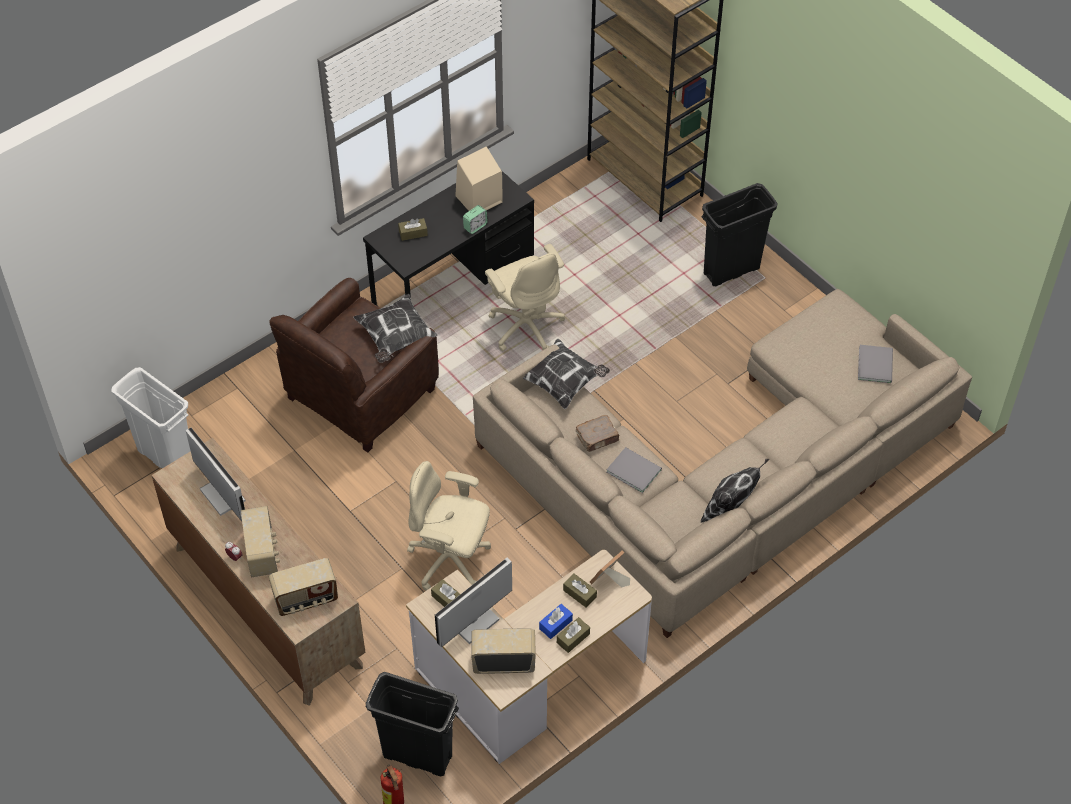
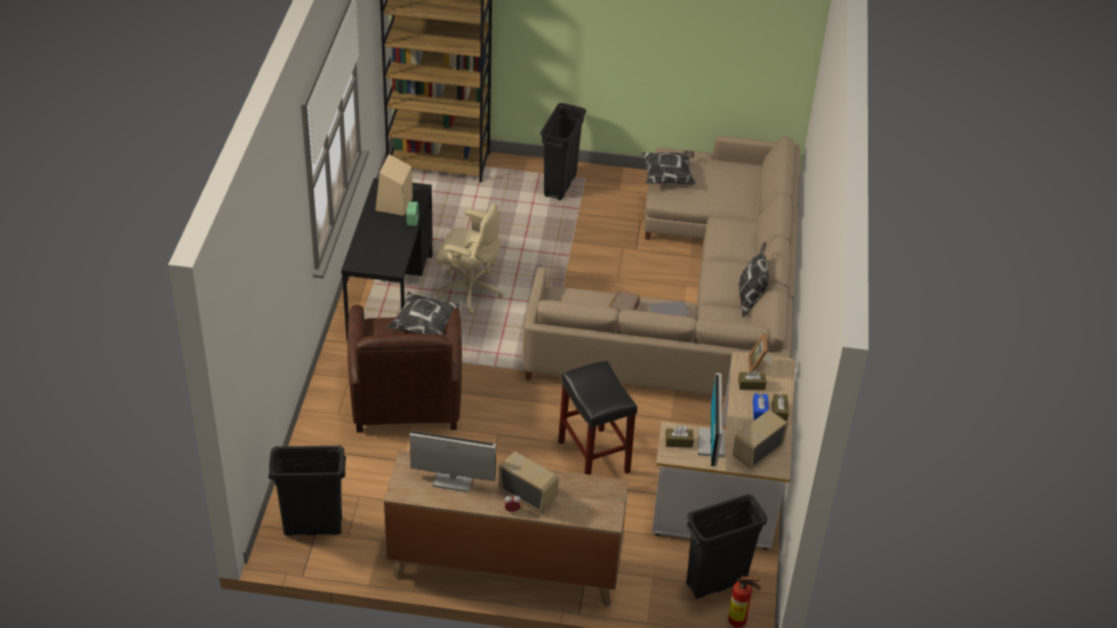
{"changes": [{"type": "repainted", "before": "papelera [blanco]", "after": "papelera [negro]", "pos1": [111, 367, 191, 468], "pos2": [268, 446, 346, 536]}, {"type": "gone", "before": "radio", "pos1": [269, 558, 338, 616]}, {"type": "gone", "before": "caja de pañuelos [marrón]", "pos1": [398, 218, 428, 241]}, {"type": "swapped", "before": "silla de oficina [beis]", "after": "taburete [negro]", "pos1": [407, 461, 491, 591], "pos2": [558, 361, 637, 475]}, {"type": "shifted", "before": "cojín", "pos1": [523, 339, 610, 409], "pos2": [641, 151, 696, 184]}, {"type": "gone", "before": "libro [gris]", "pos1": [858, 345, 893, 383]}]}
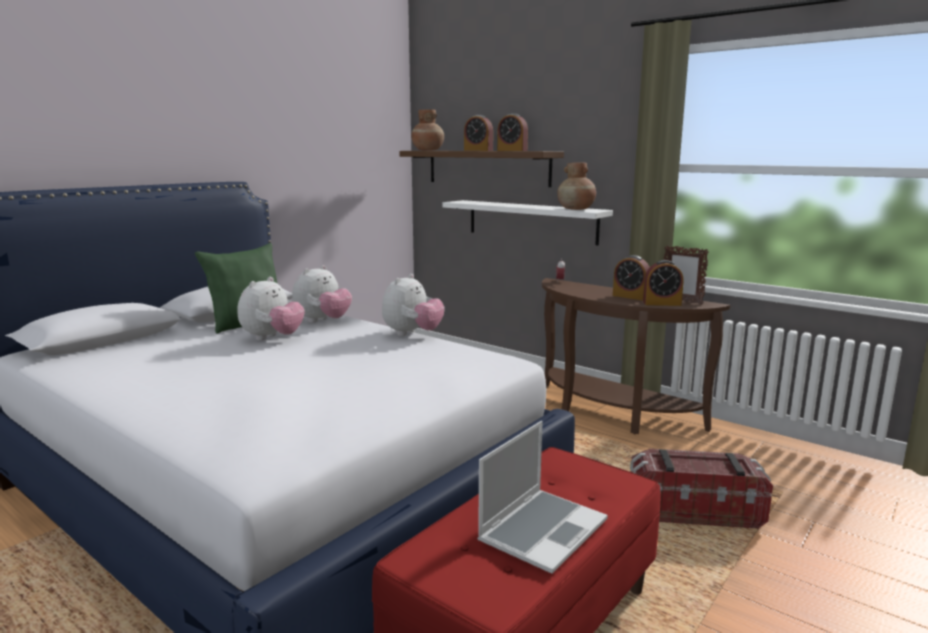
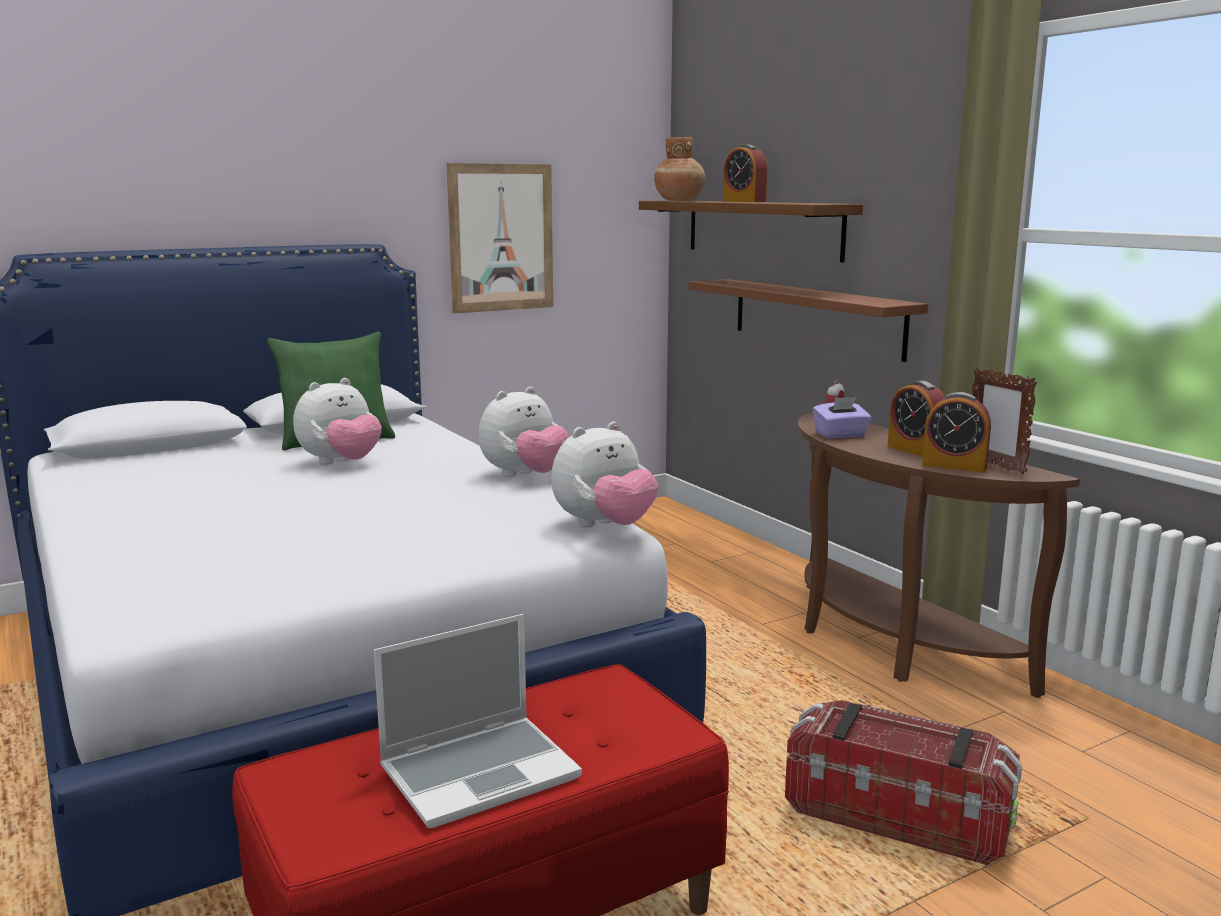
{"changes": [{"type": "shifted", "before": "peluche", "pos1": [292, 265, 352, 323], "pos2": [551, 422, 659, 527]}, {"type": "repainted", "before": "estante [blanco]", "after": "estante [marrón]", "pos1": [442, 200, 613, 246], "pos2": [689, 279, 928, 362]}, {"type": "gone", "before": "despertador", "pos1": [497, 113, 528, 151]}, {"type": "gone", "before": "florero [marrón]", "pos1": [557, 163, 596, 210]}, {"type": "new", "after": "cuadro", "pos2": [447, 163, 553, 314]}, {"type": "new", "after": "caja de pañuelos [morado]", "pos2": [812, 397, 871, 438]}]}
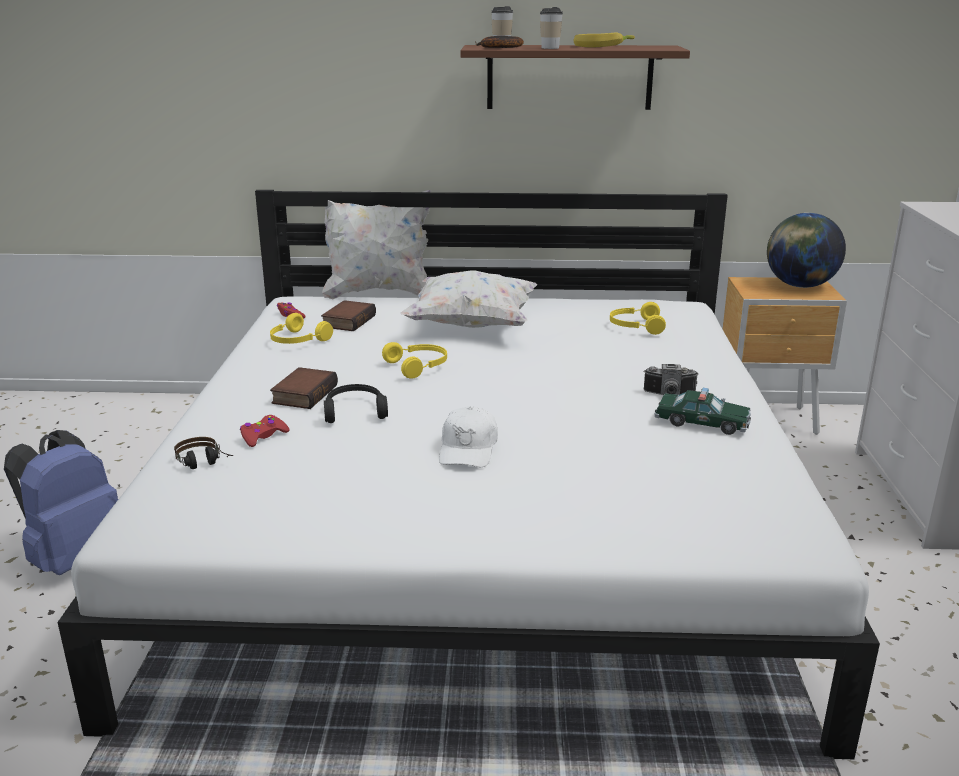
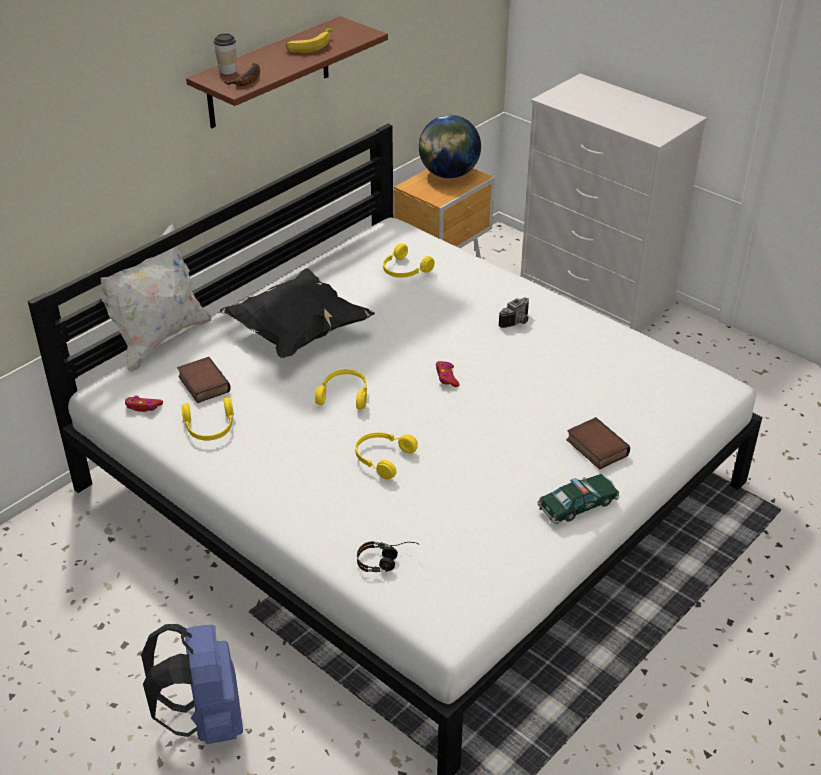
{"changes": [{"type": "shifted", "before": "mando de consola [rojo]", "pos1": [240, 415, 289, 447], "pos2": [436, 361, 460, 387]}, {"type": "shifted", "before": "libro", "pos1": [270, 367, 338, 409], "pos2": [566, 417, 630, 469]}, {"type": "repainted", "before": "auriculares [negro]", "after": "auriculares [amarillo]", "pos1": [324, 384, 388, 423], "pos2": [355, 432, 418, 479]}, {"type": "repainted", "before": "cojín [blanco]", "after": "cojín [negro]", "pos1": [400, 271, 537, 328], "pos2": [220, 268, 375, 358]}, {"type": "gone", "before": "gorra [blanco]", "pos1": [439, 406, 498, 467]}, {"type": "gone", "before": "taza", "pos1": [540, 7, 563, 49]}, {"type": "shifted", "before": "coche de juguete", "pos1": [654, 388, 751, 435], "pos2": [537, 474, 620, 524]}]}
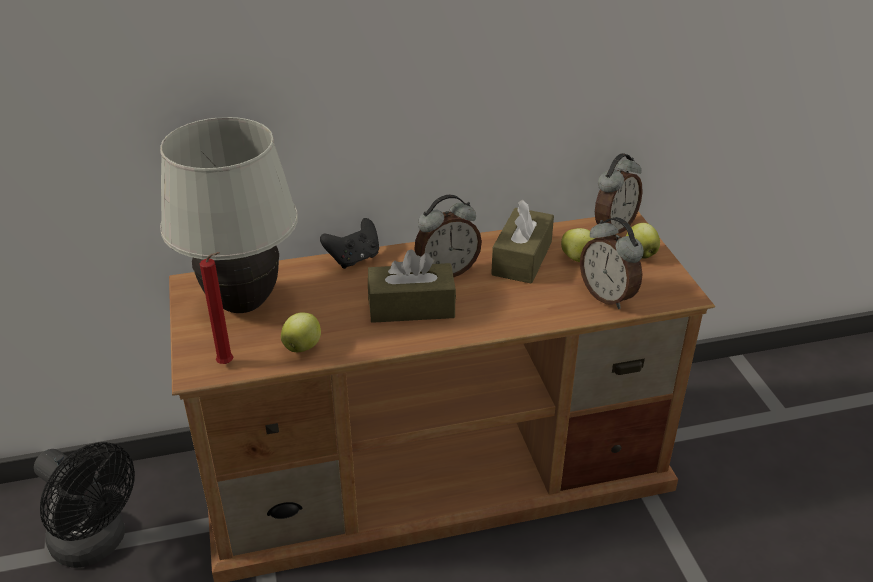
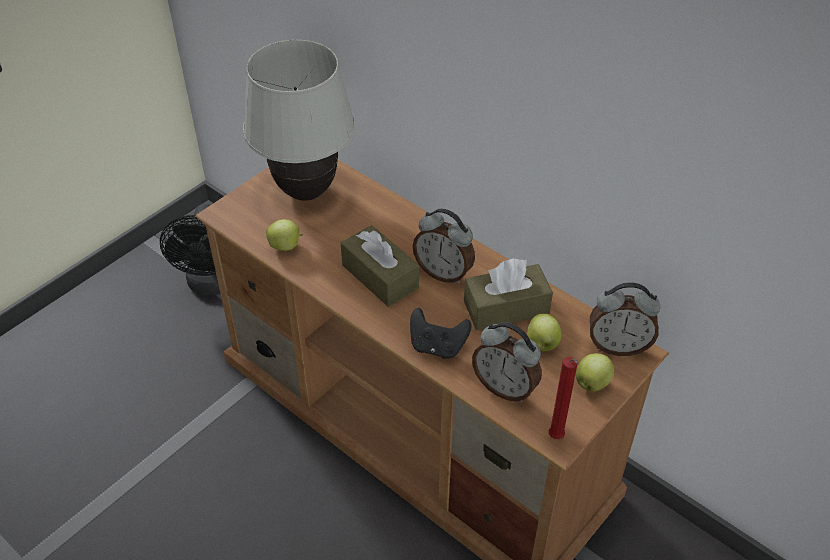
{"changes": [{"type": "shifted", "before": "vela [rojo]", "pos1": [200, 252, 233, 364], "pos2": [549, 357, 579, 439]}, {"type": "shifted", "before": "mando de consola [negro]", "pos1": [320, 218, 379, 269], "pos2": [410, 308, 472, 359]}, {"type": "rotated", "before": "despertador", "pos1": [580, 217, 644, 309], "pos2": [472, 322, 542, 402], "turn": -75}]}
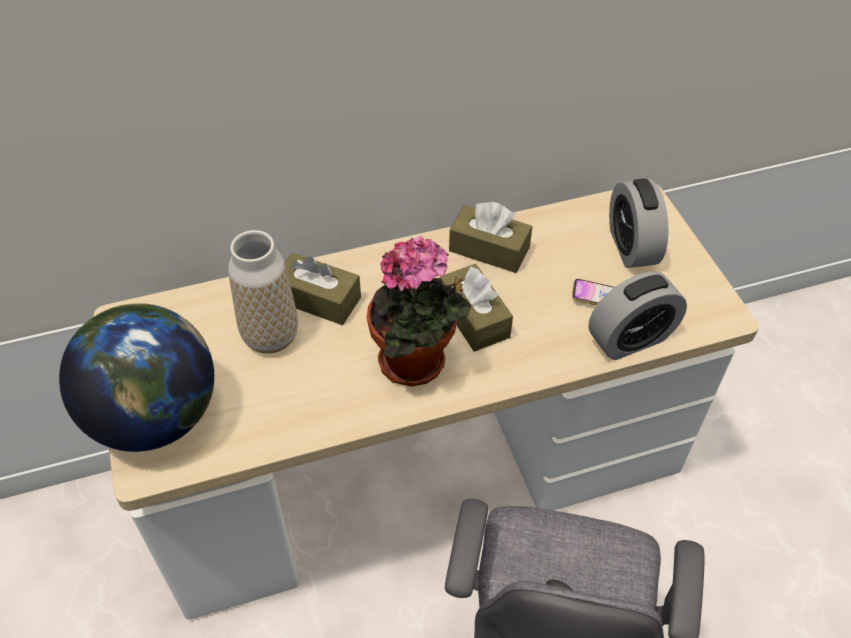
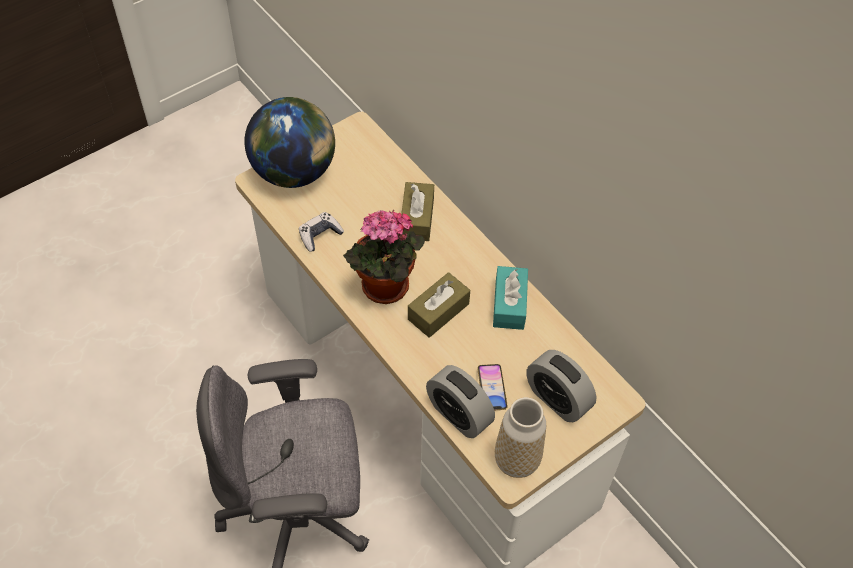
{"changes": [{"type": "shifted", "before": "florero", "pos1": [228, 230, 298, 354], "pos2": [495, 397, 546, 478]}, {"type": "repainted", "before": "caja de pañuelos [marrón]", "after": "caja de pañuelos [turquesa]", "pos1": [449, 202, 532, 273], "pos2": [493, 266, 528, 330]}, {"type": "rotated", "before": "despertador", "pos1": [609, 179, 668, 268], "pos2": [526, 350, 596, 422], "turn": -105}, {"type": "new", "after": "mando de consola", "pos2": [299, 212, 344, 252]}]}
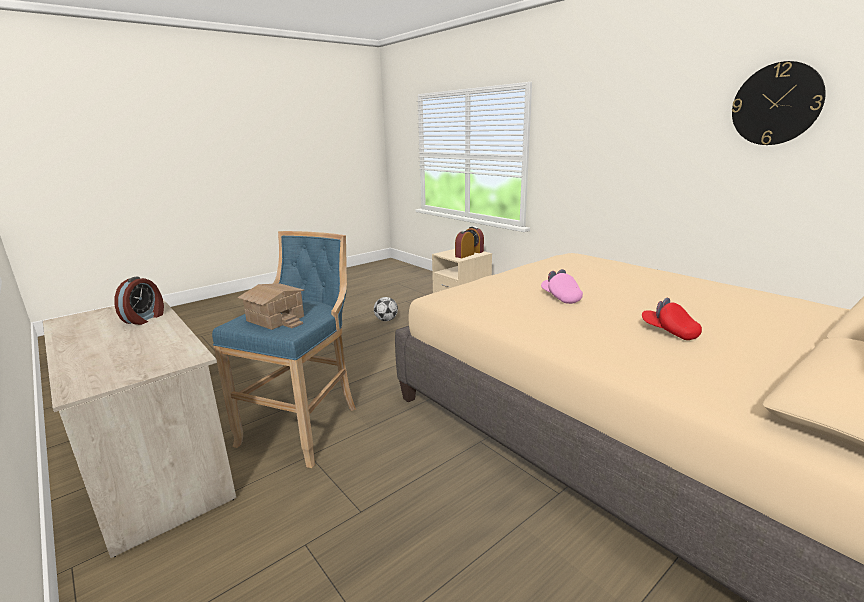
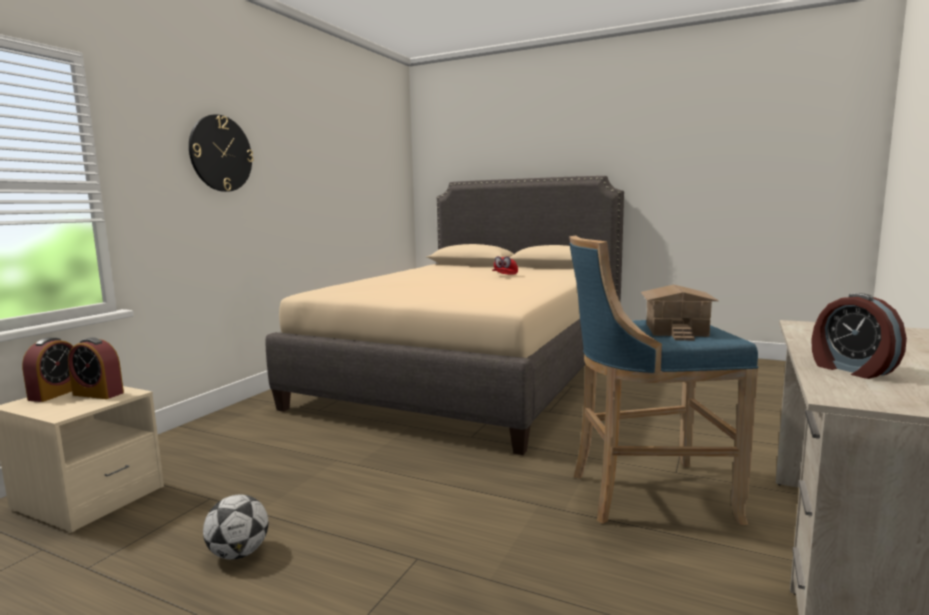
{"changes": [{"type": "rotated", "before": "despertador", "pos1": [114, 277, 164, 325], "pos2": [811, 293, 907, 379], "turn": -105}, {"type": "gone", "before": "gorra [rosa]", "pos1": [541, 269, 583, 304]}, {"type": "shifted", "before": "reloj de pared", "pos1": [732, 61, 826, 145], "pos2": [189, 114, 254, 192]}]}
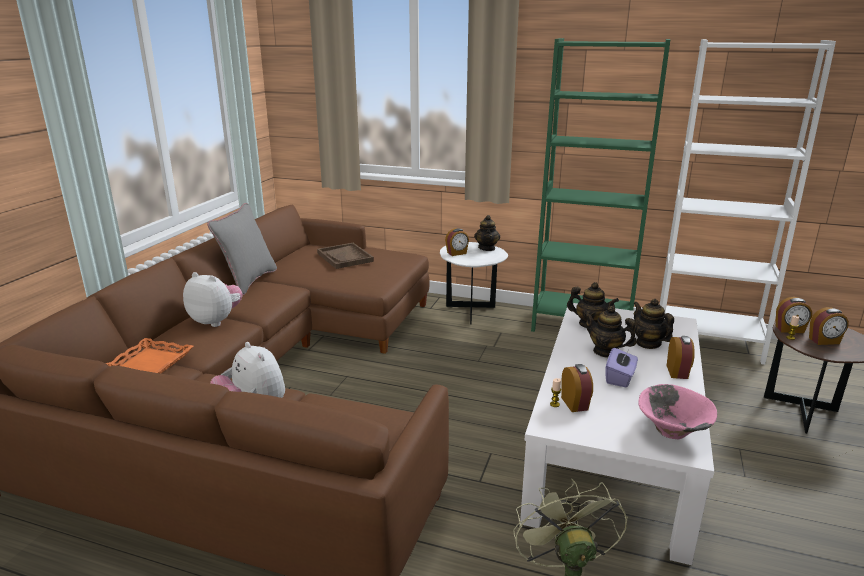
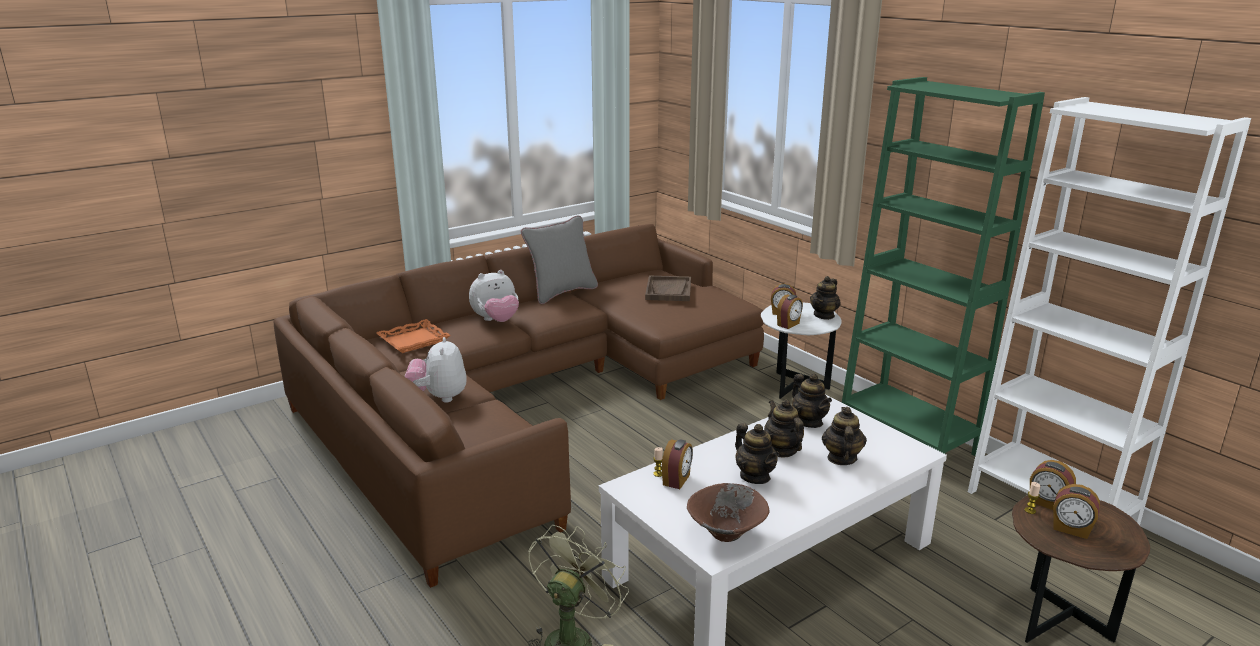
{"changes": [{"type": "rotated", "before": "peluche", "pos1": [183, 272, 243, 327], "pos2": [469, 270, 519, 322], "turn": 90}, {"type": "swapped", "before": "caja de pañuelos [morado]", "after": "tetera", "pos1": [605, 348, 638, 387], "pos2": [735, 423, 779, 484]}, {"type": "repainted", "before": "cuenco [rosa]", "after": "cuenco [marrón]", "pos1": [638, 384, 717, 439], "pos2": [687, 483, 769, 542]}, {"type": "shifted", "before": "despertador", "pos1": [667, 336, 695, 379], "pos2": [777, 295, 803, 329]}]}
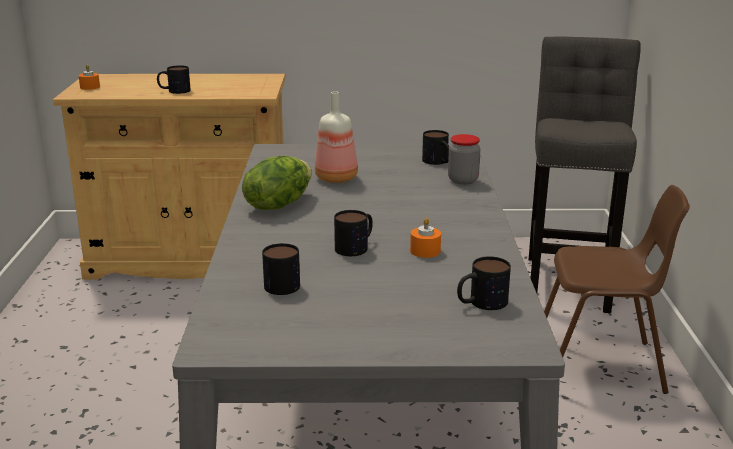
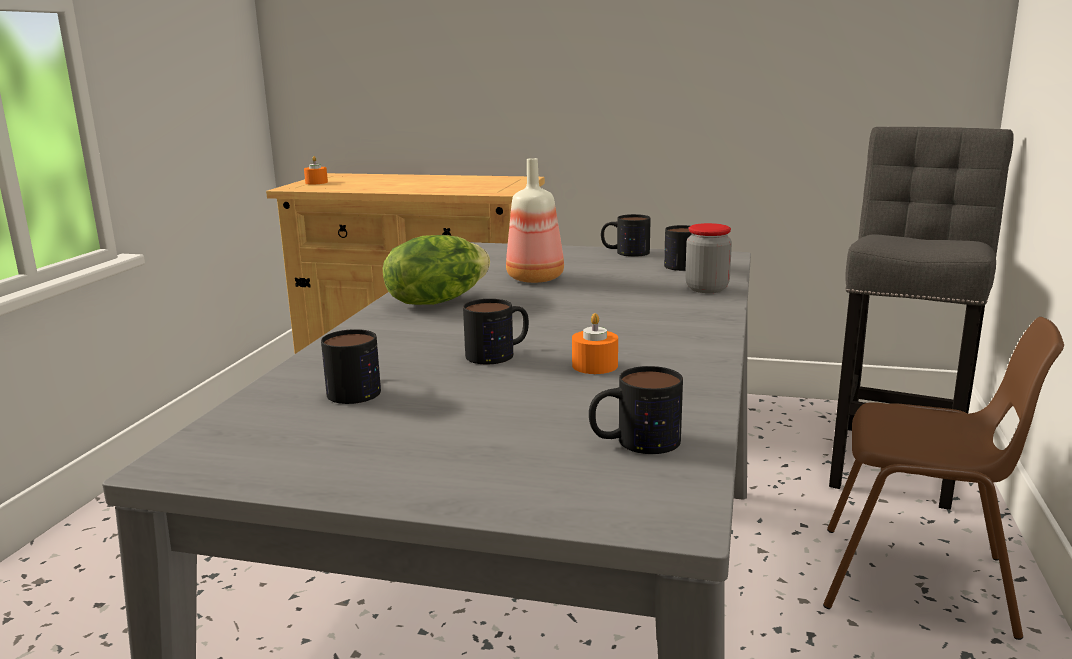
{"changes": [{"type": "shifted", "before": "taza grande", "pos1": [157, 65, 191, 94], "pos2": [601, 214, 651, 257]}]}
